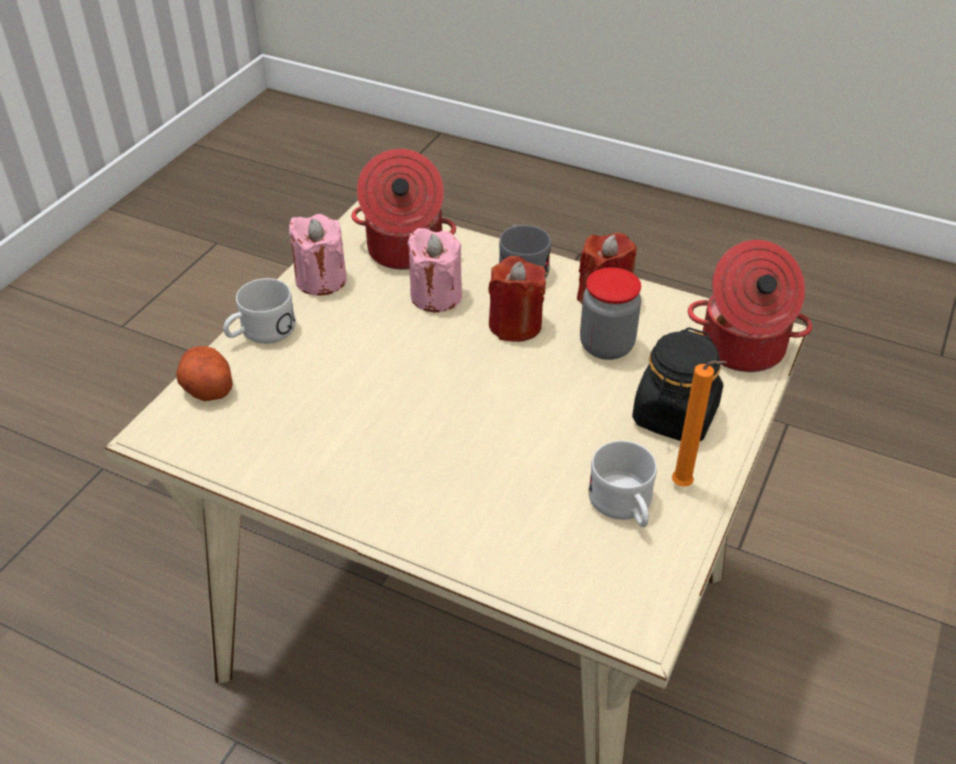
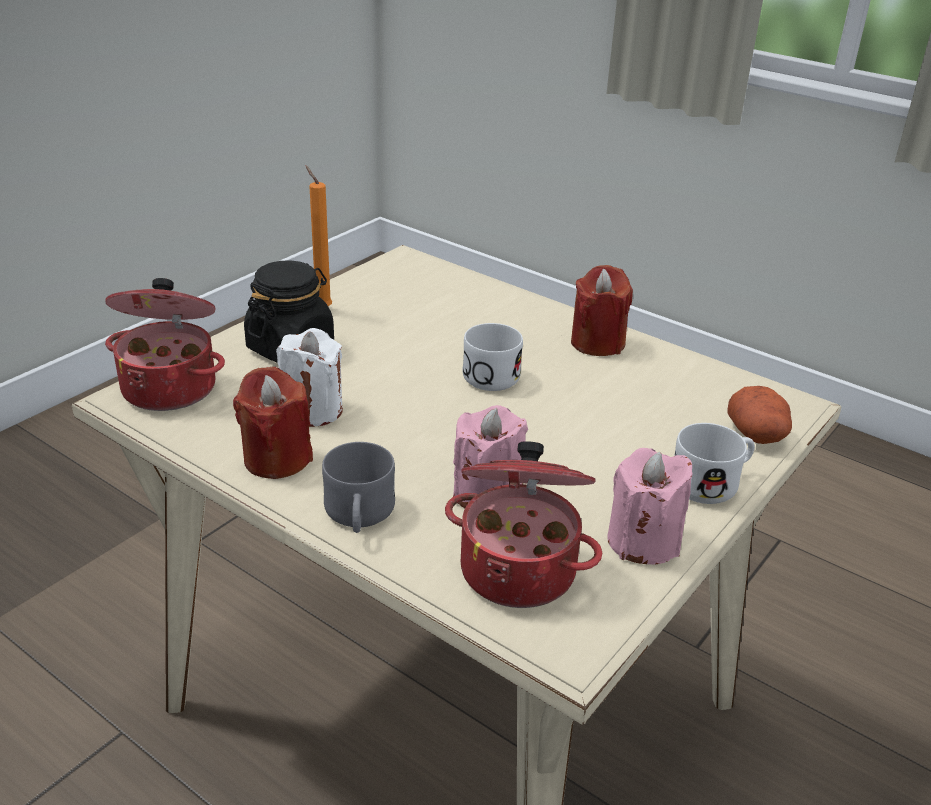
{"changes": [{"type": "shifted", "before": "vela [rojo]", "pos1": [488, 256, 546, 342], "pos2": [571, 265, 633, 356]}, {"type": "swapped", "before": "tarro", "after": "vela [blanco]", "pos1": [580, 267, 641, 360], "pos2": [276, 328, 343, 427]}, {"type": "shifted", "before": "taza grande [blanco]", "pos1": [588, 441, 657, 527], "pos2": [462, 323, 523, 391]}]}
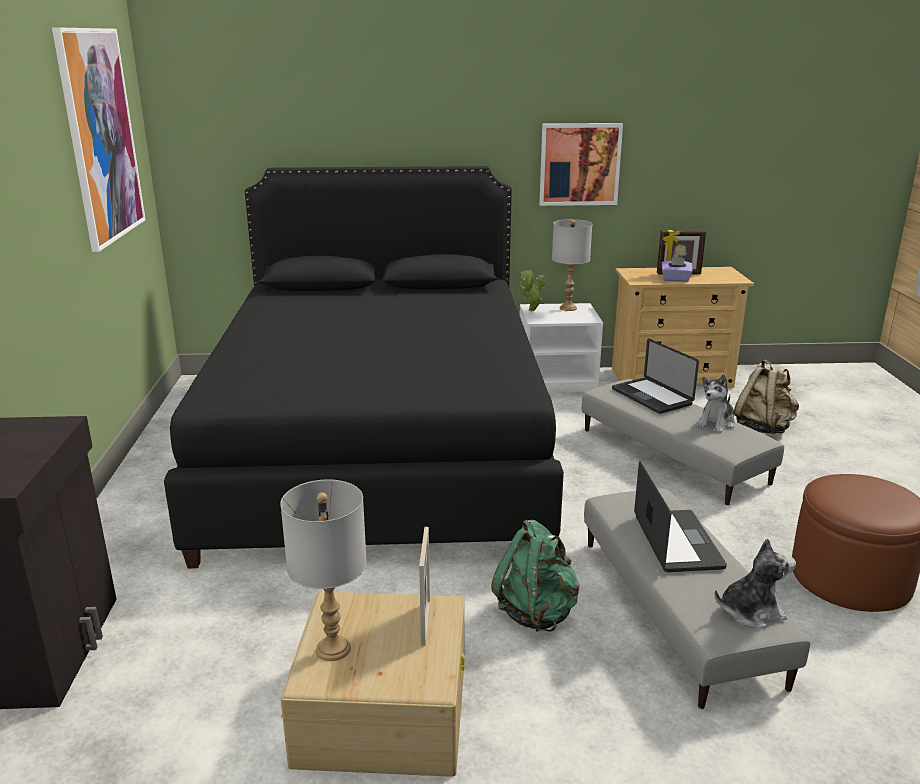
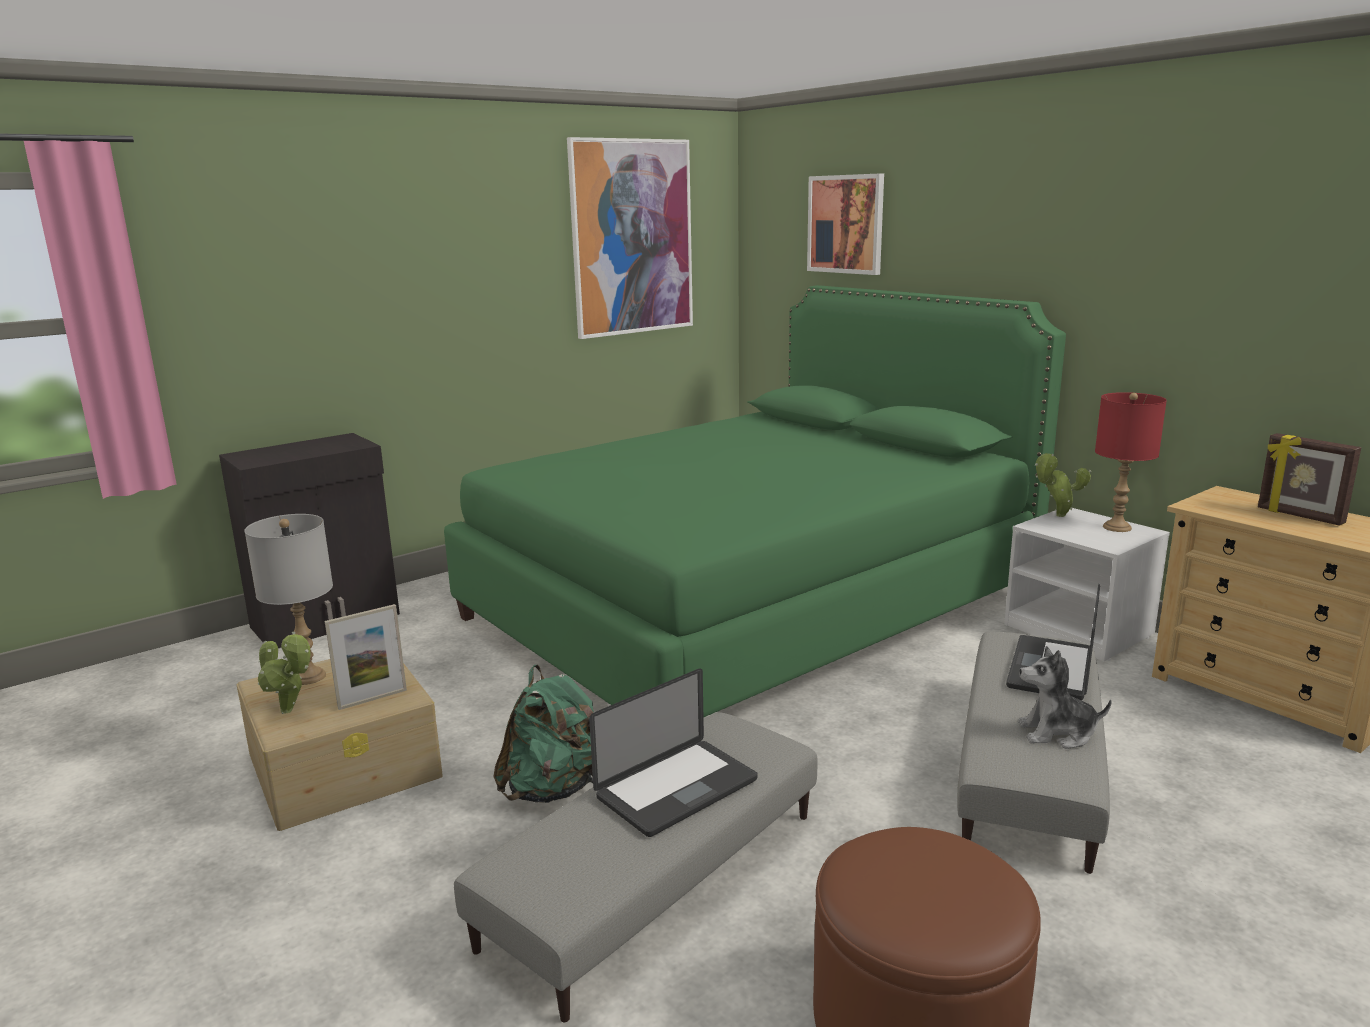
{"changes": [{"type": "repainted", "before": "cama [negro]", "after": "cama [verde]", "pos1": [164, 166, 564, 569], "pos2": [444, 285, 1066, 718]}, {"type": "shifted", "before": "cuadro", "pos1": [539, 123, 623, 206], "pos2": [807, 173, 884, 275]}, {"type": "repainted", "before": "lámpara de mesa [gris]", "after": "lámpara de mesa [rojo]", "pos1": [552, 219, 592, 311], "pos2": [1095, 392, 1167, 532]}, {"type": "gone", "before": "caja de pañuelos [morado]", "pos1": [661, 257, 693, 282]}, {"type": "gone", "before": "peluche", "pos1": [715, 538, 796, 628]}, {"type": "gone", "before": "mochila [beis]", "pos1": [734, 359, 799, 434]}, {"type": "new", "after": "planta en maceta", "pos2": [258, 631, 311, 714]}]}
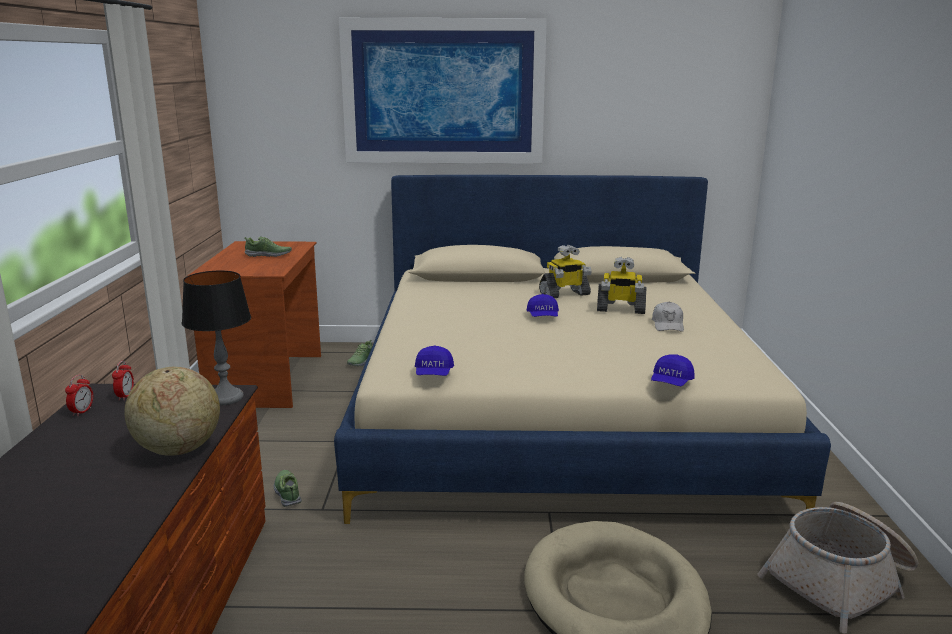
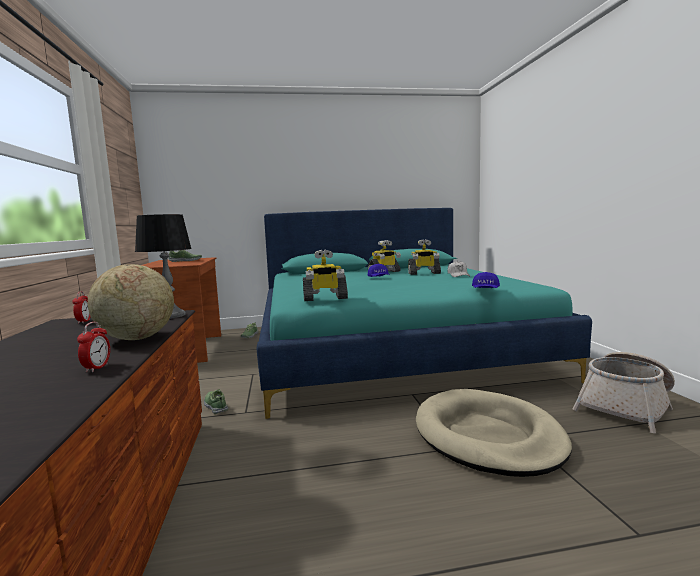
{"changes": [{"type": "shifted", "before": "despertador", "pos1": [65, 375, 93, 416], "pos2": [77, 322, 110, 373]}, {"type": "repainted", "before": "cama [beis]", "after": "cama [turquesa]", "pos1": [334, 175, 831, 524], "pos2": [257, 208, 592, 419]}, {"type": "gone", "before": "cuadro", "pos1": [339, 18, 547, 164]}, {"type": "swapped", "before": "gorra [azul]", "after": "robot de juguete", "pos1": [415, 346, 454, 376], "pos2": [303, 249, 348, 301]}]}
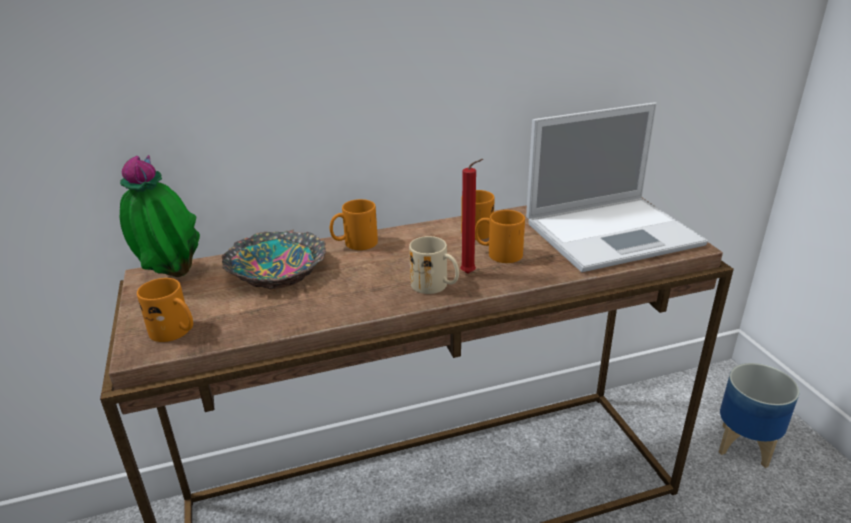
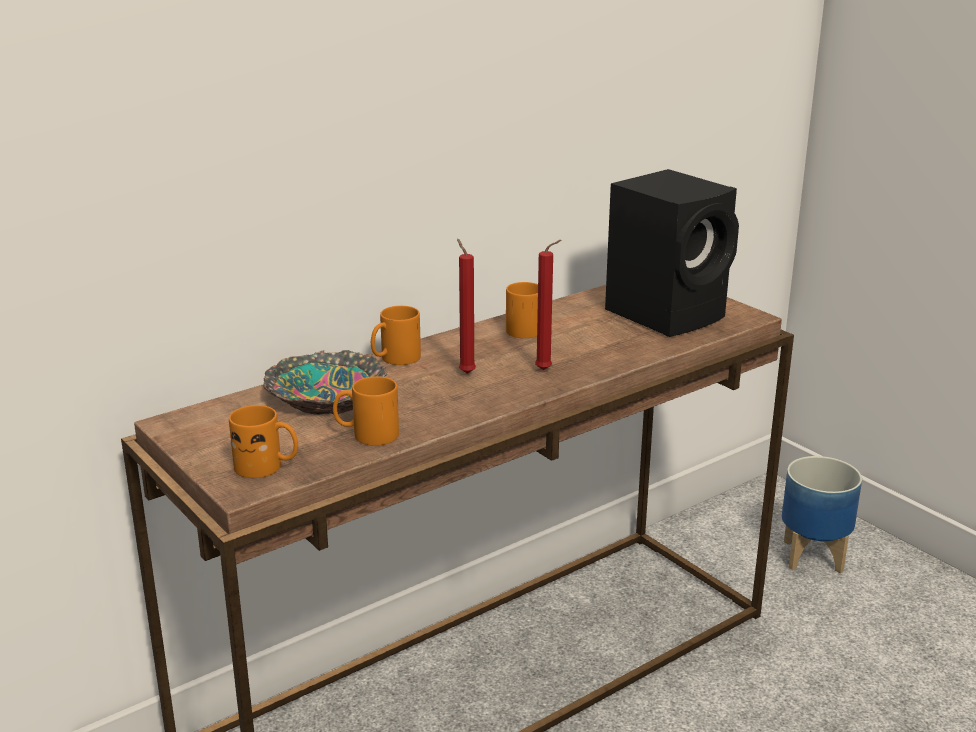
{"changes": [{"type": "gone", "before": "planta en maceta", "pos1": [120, 155, 200, 277]}, {"type": "gone", "before": "taza grande [beis]", "pos1": [409, 236, 459, 294]}, {"type": "shifted", "before": "taza grande [naranja]", "pos1": [475, 210, 525, 263], "pos2": [333, 376, 399, 446]}, {"type": "swapped", "before": "portátil", "after": "altavoz [negro]", "pos1": [526, 102, 708, 272], "pos2": [605, 169, 739, 337]}, {"type": "new", "after": "vela [rojo]", "pos2": [457, 238, 476, 374]}]}
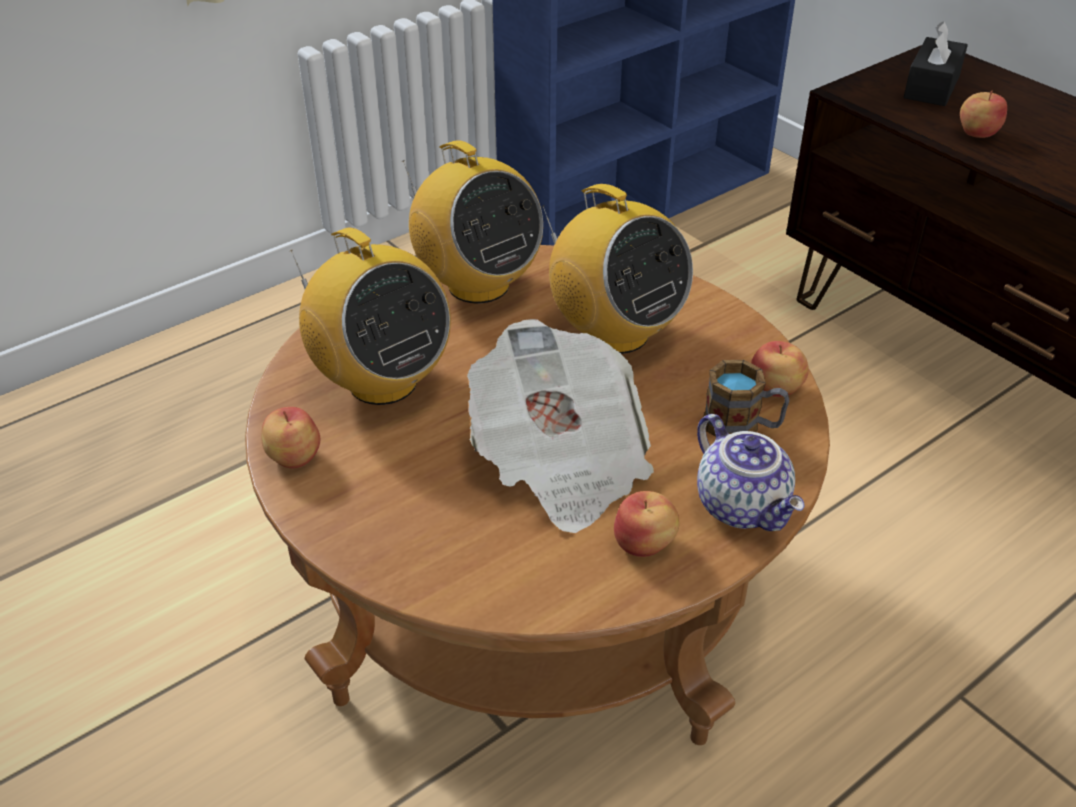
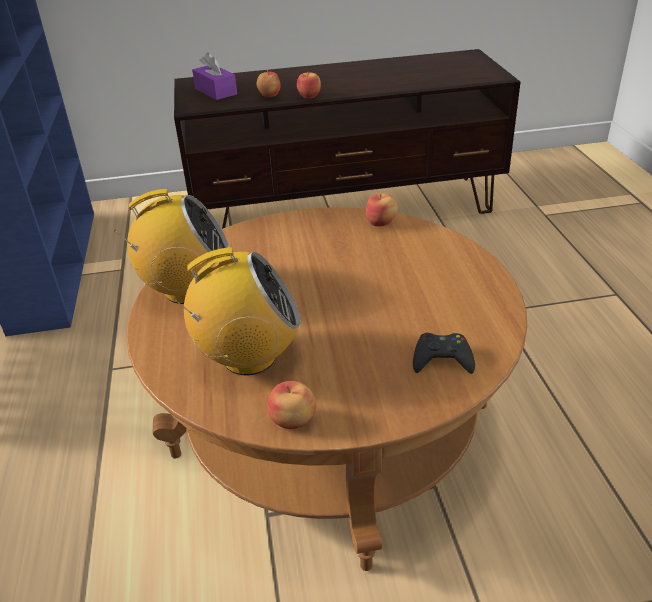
{"changes": [{"type": "gone", "before": "periódico", "pos1": [467, 319, 654, 533]}, {"type": "gone", "before": "radio", "pos1": [541, 184, 693, 354]}, {"type": "shifted", "before": "manzana", "pos1": [614, 491, 679, 557], "pos2": [297, 71, 321, 99]}, {"type": "gone", "before": "tetera", "pos1": [697, 414, 804, 531]}, {"type": "gone", "before": "taza grande", "pos1": [703, 360, 789, 437]}, {"type": "repainted", "before": "caja de pañuelos [negro]", "after": "caja de pañuelos [morado]", "pos1": [904, 21, 968, 106], "pos2": [192, 52, 237, 100]}, {"type": "new", "after": "mando de consola [negro]", "pos2": [413, 333, 475, 374]}]}
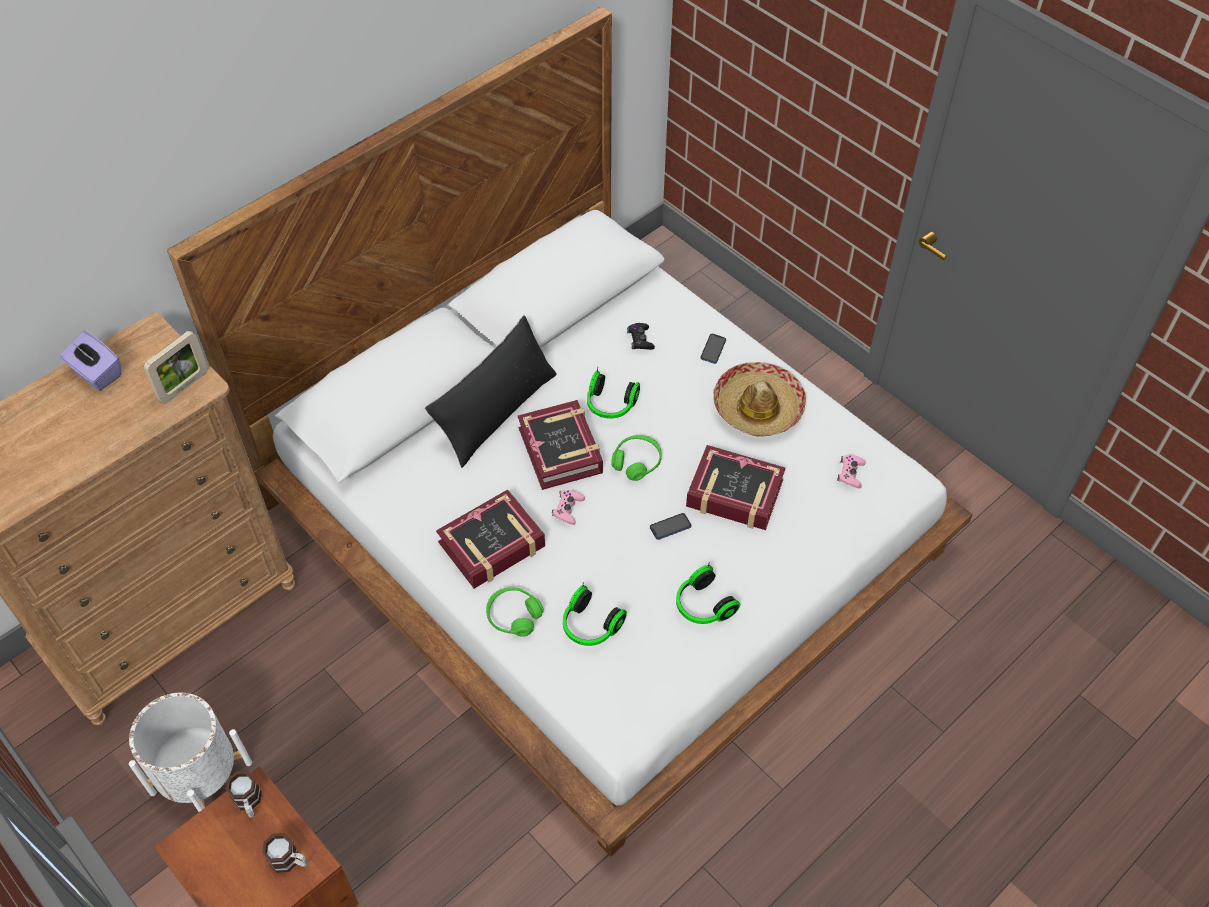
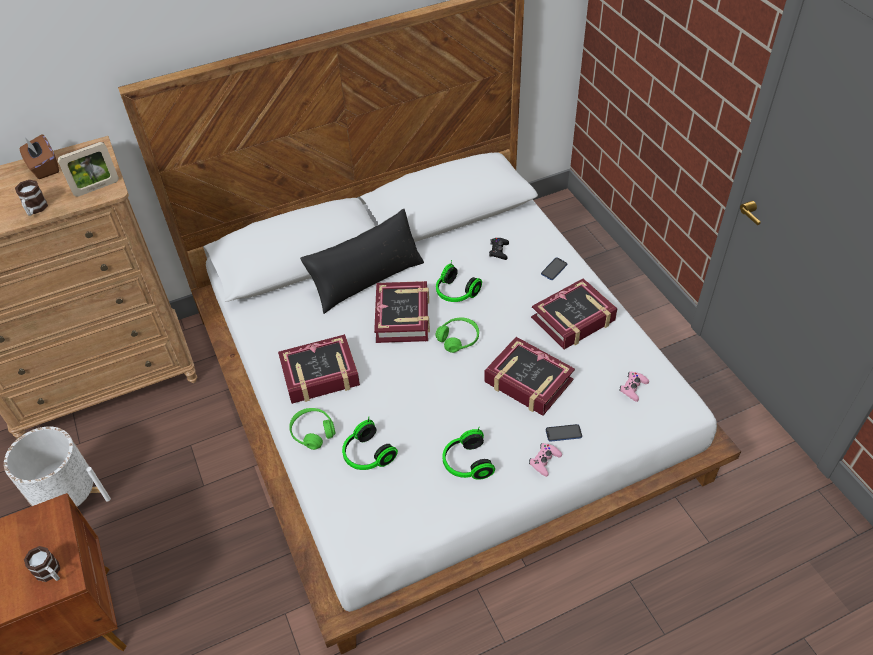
{"changes": [{"type": "repainted", "before": "caja de pañuelos [morado]", "after": "caja de pañuelos [marrón]", "pos1": [59, 331, 122, 391], "pos2": [19, 134, 59, 179]}, {"type": "shifted", "before": "taza grande", "pos1": [226, 771, 262, 818], "pos2": [15, 180, 48, 216]}, {"type": "shifted", "before": "mando de consola [rosa]", "pos1": [552, 490, 585, 525], "pos2": [529, 443, 562, 477]}, {"type": "shifted", "before": "móvil", "pos1": [650, 513, 691, 540], "pos2": [546, 424, 582, 442]}, {"type": "swapped", "before": "sombrero", "after": "libro", "pos1": [713, 362, 806, 436], "pos2": [531, 278, 618, 349]}]}
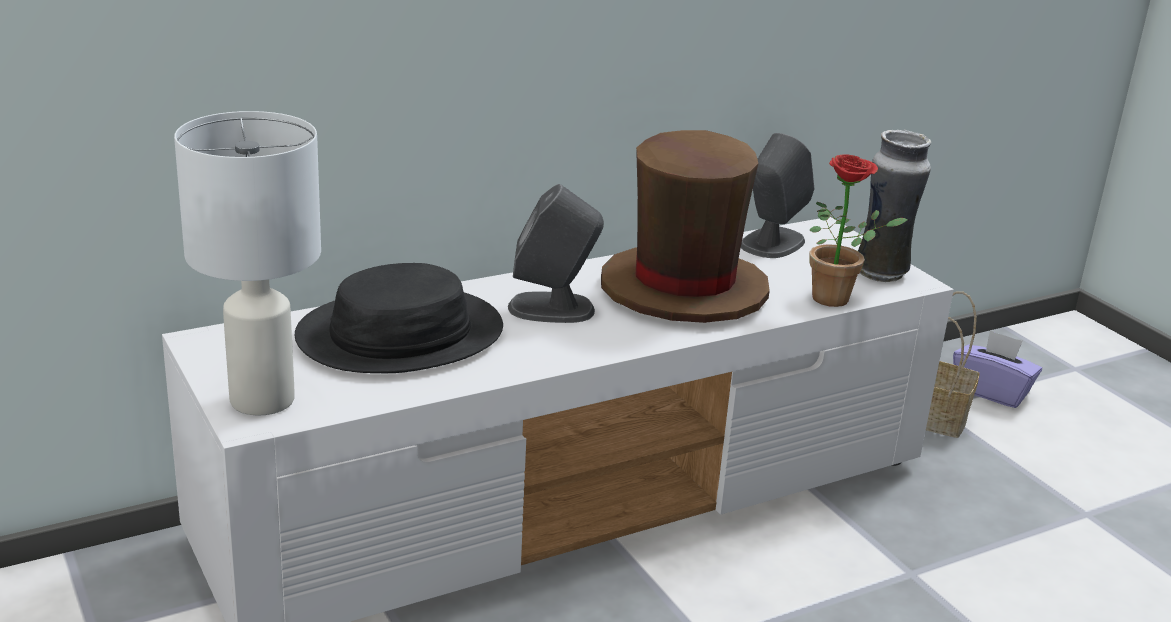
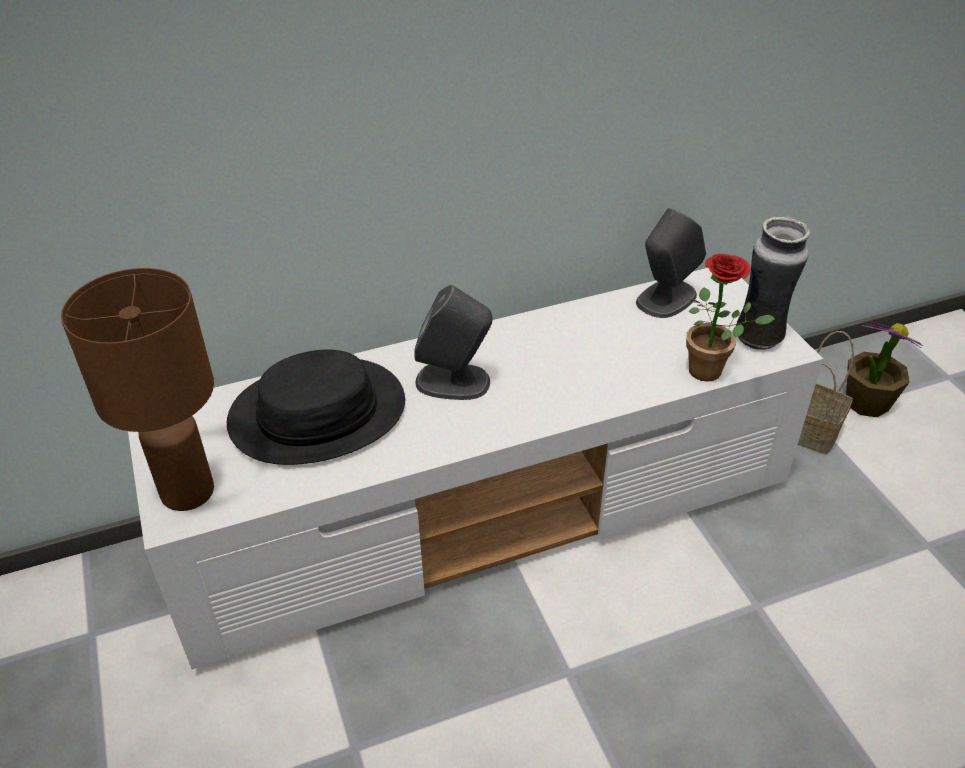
{"changes": [{"type": "repainted", "before": "lámpara de mesa [blanco]", "after": "lámpara de mesa [marrón]", "pos1": [174, 111, 321, 416], "pos2": [61, 268, 214, 511]}, {"type": "gone", "before": "sombrero [marrón]", "pos1": [601, 130, 770, 323]}, {"type": "swapped", "before": "caja de pañuelos [morado]", "after": "planta en maceta", "pos1": [953, 330, 1042, 408], "pos2": [846, 320, 923, 417]}]}
